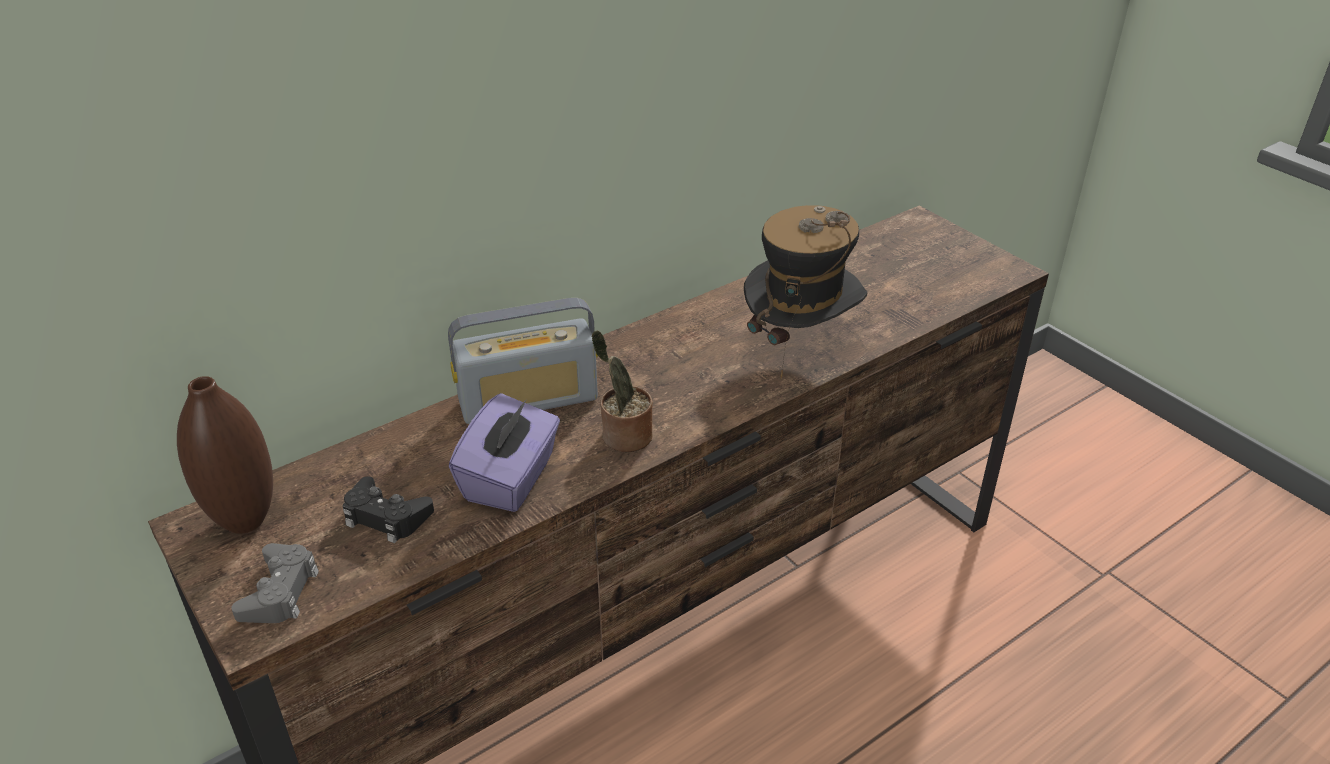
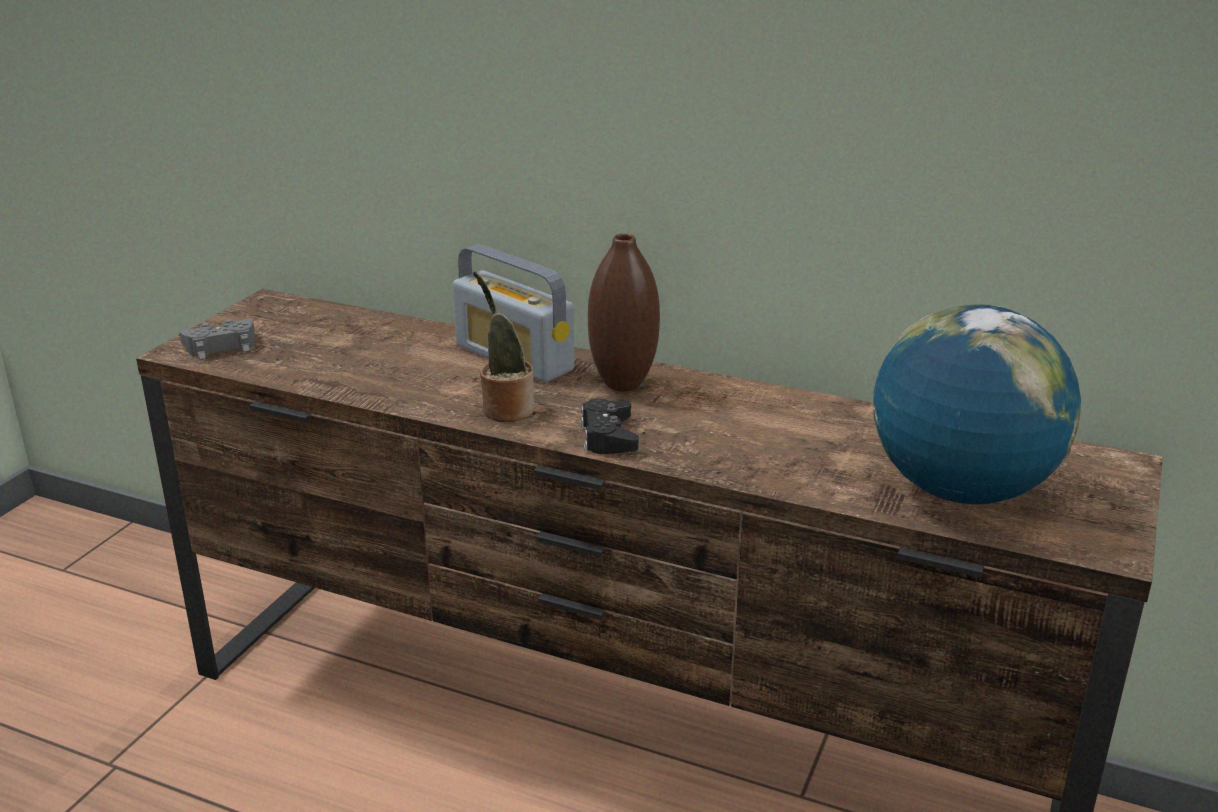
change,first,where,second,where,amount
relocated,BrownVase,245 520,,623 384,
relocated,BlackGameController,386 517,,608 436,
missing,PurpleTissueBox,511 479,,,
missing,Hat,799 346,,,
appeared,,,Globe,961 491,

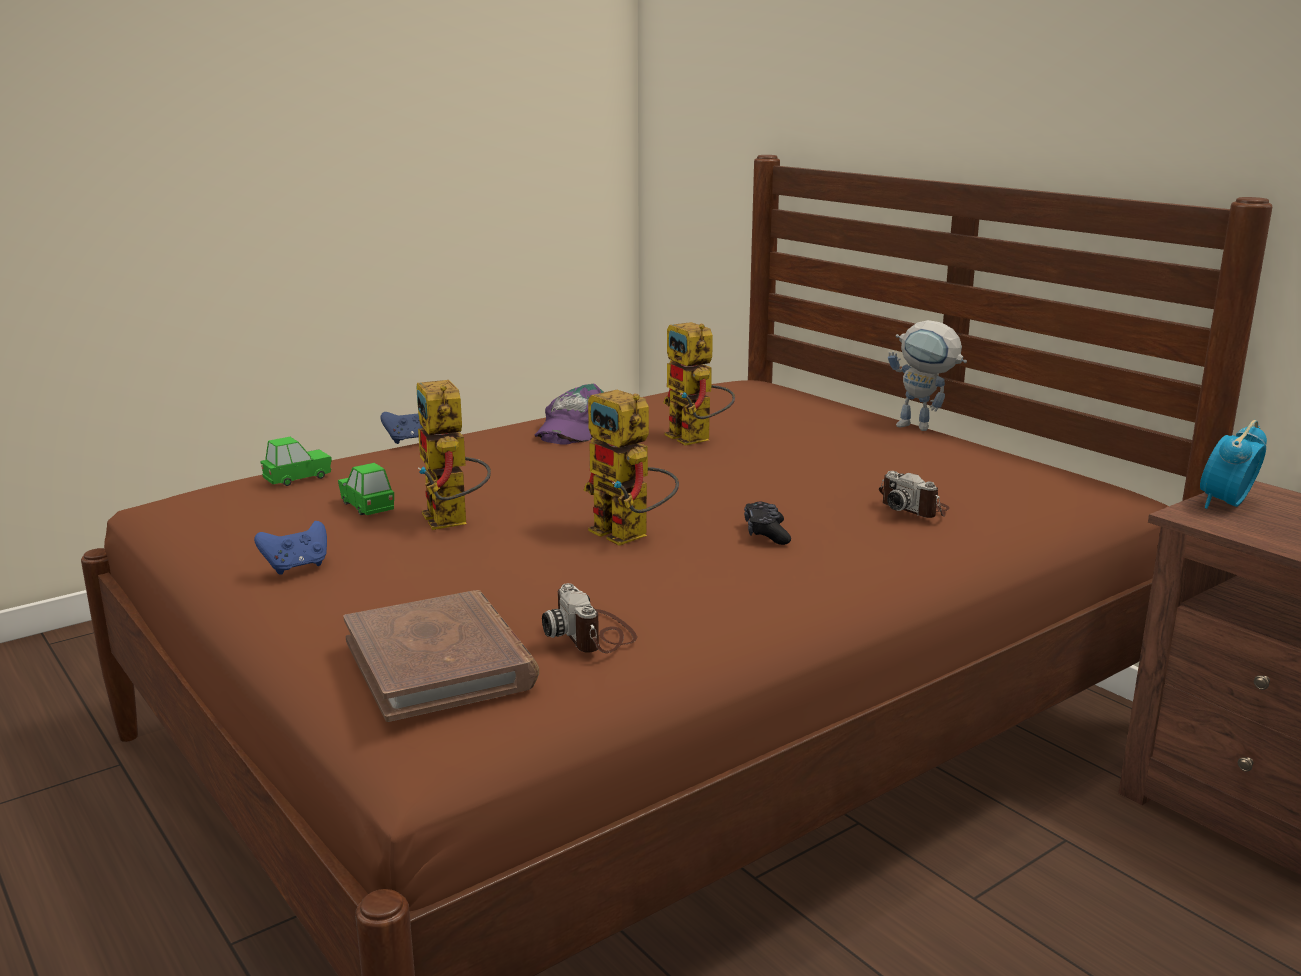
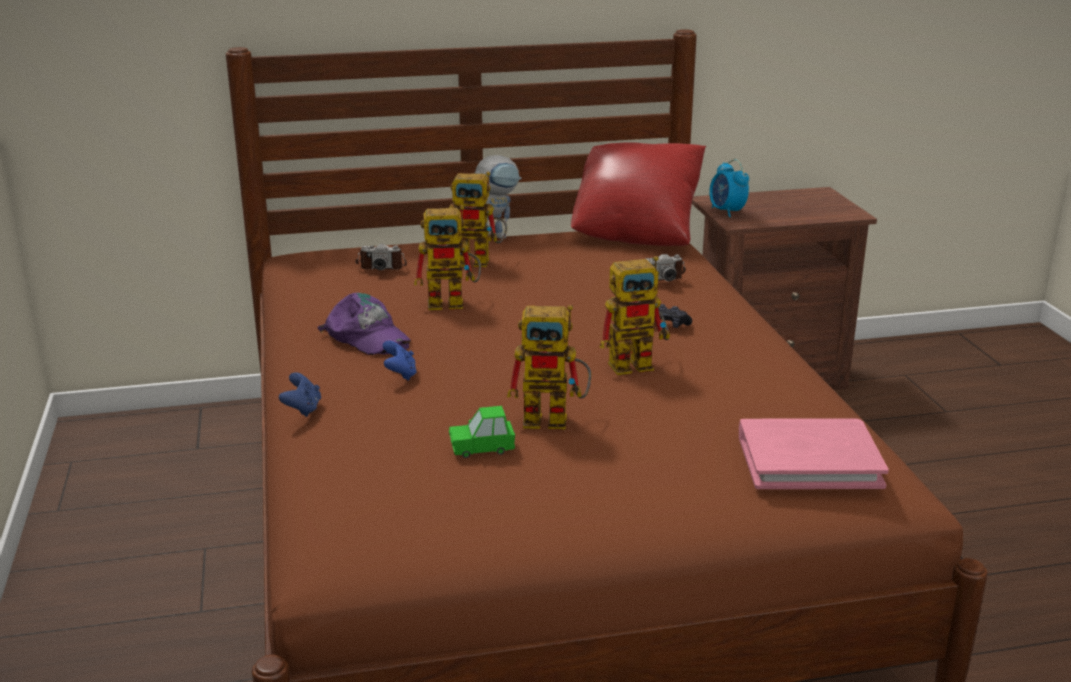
change,first,where,second,where,amount
relocated,BlueGameController,297 567,,400 374,
missing,GreenToyCar,298 478,,,
colour,BrownBook,440 662,PinkBook,808 460,
relocated,PhotoCamera,593 635,,381 266,
appeared,,,ToyRobot,480 261,
appeared,,,RedPillow,636 233,

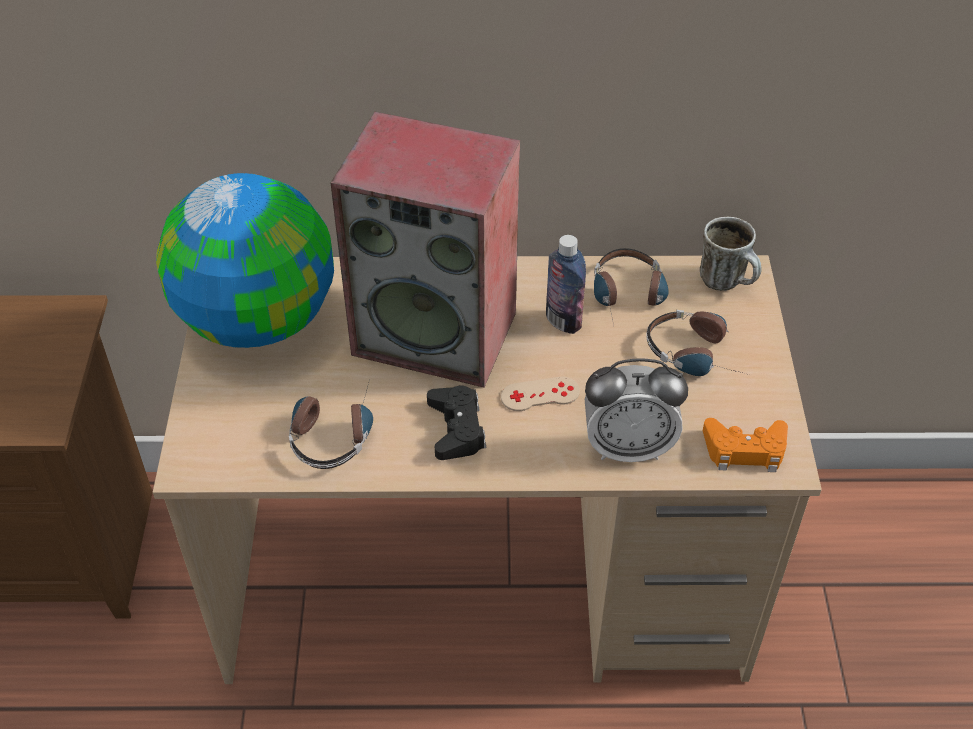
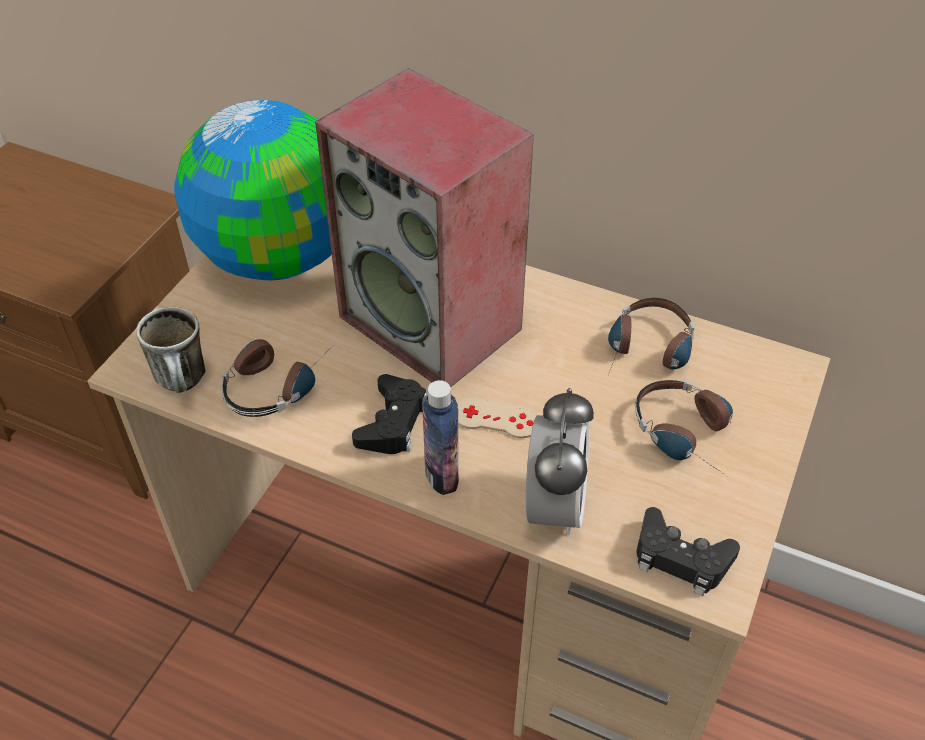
change,first,where,second,where,amount
relocated,Bottle,563 321,,441 475,
spun,AlarmClock,628 447,,554 506,105 degrees counterclockwise
relocated,Mug,728 282,,185 383,
colour,OrangeGameController,745 450,BlackGameController,680 558,

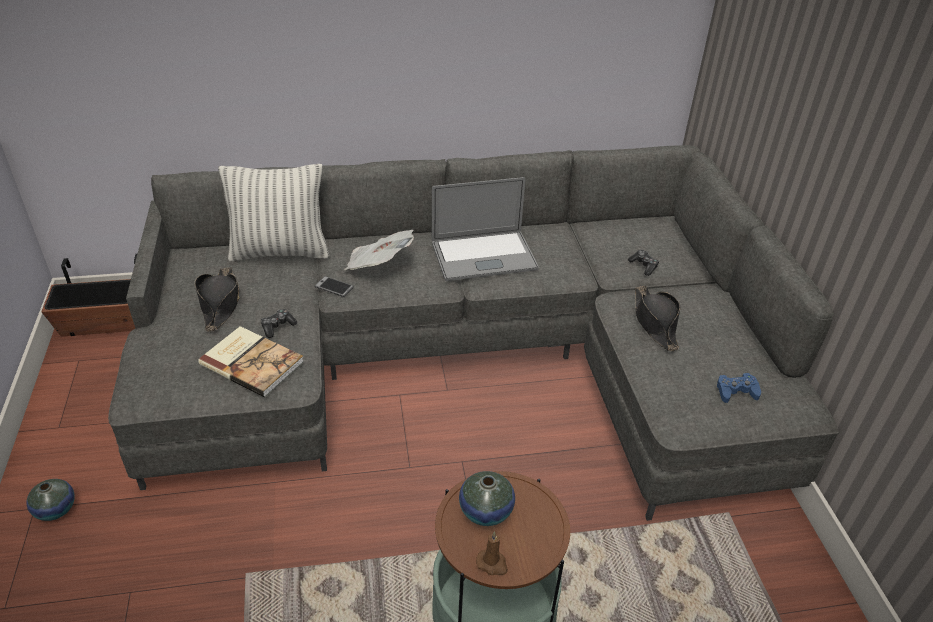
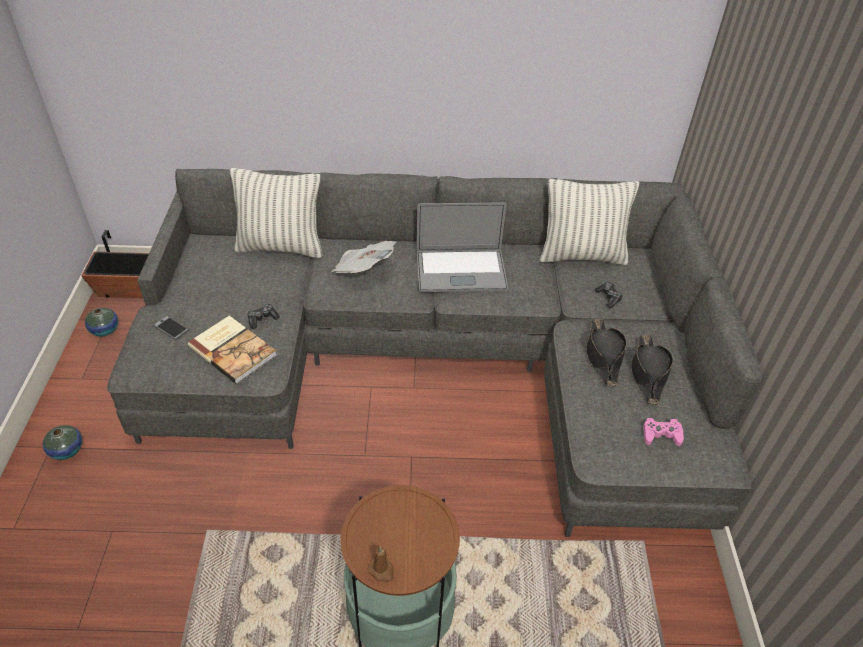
change,first,where,second,where,amount
relocated,BlackHat,220 304,,648 373,
relocated,Phone,334 287,,171 328,
relocated,Vase,486 511,,105 330,
colour,BlueGameController,736 391,PinkGameController,661 435,
appeared,,,Pillow,581 255,

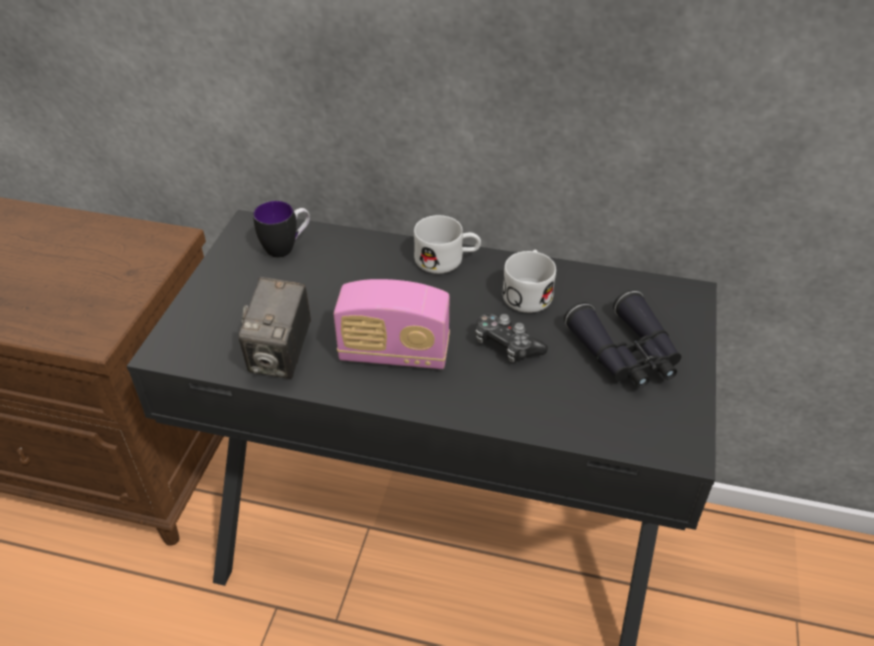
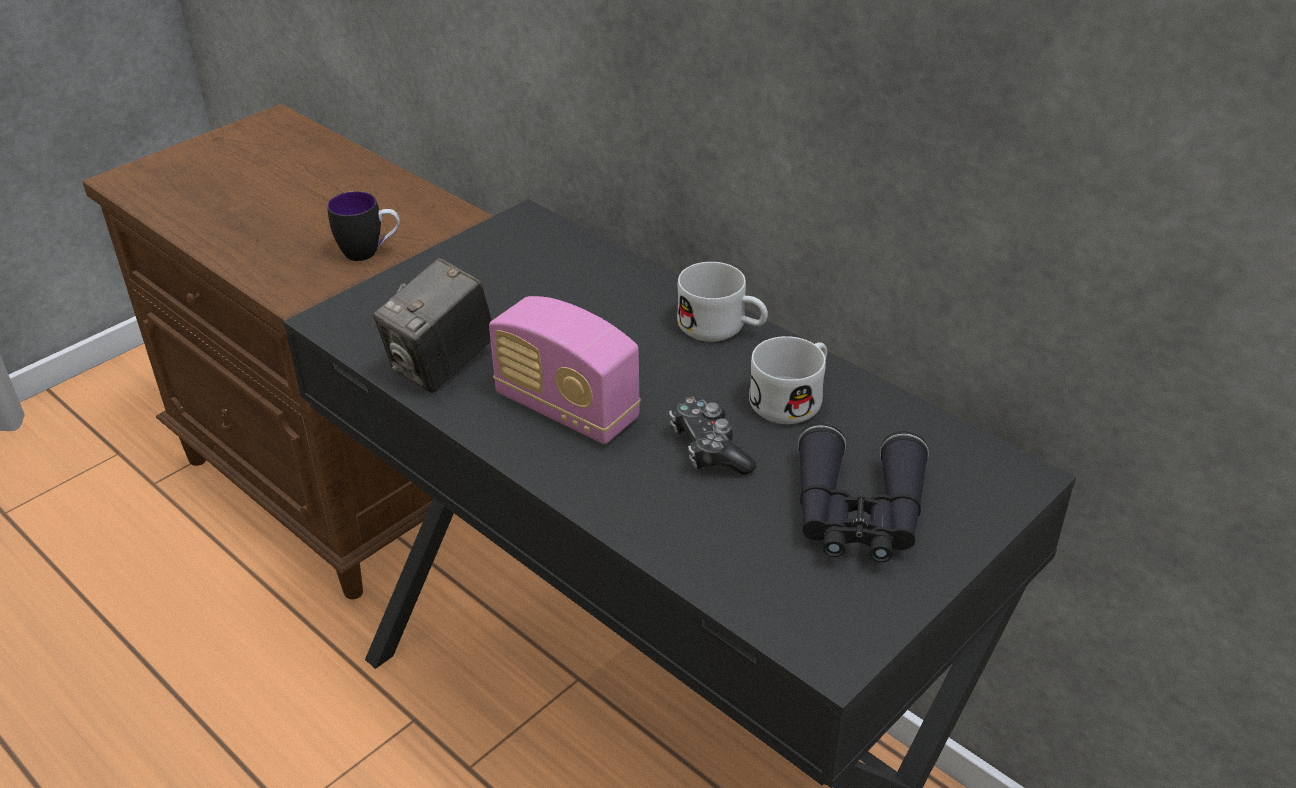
change,first,where,second,where,amount
relocated,Mug,286 247,,370 253,

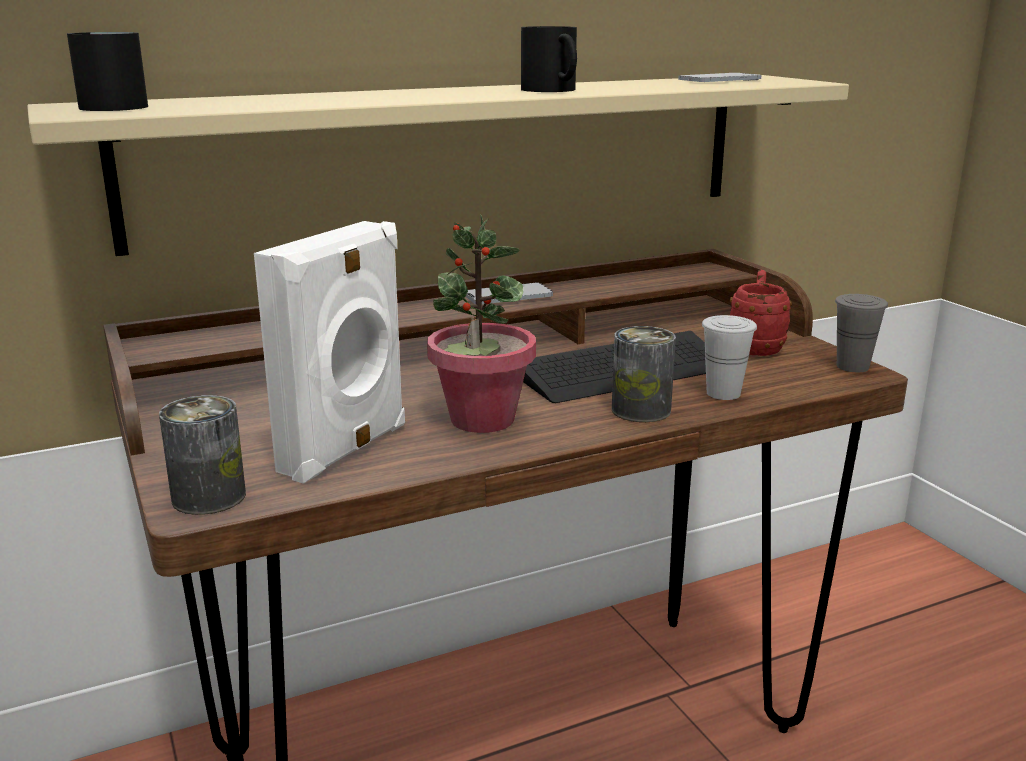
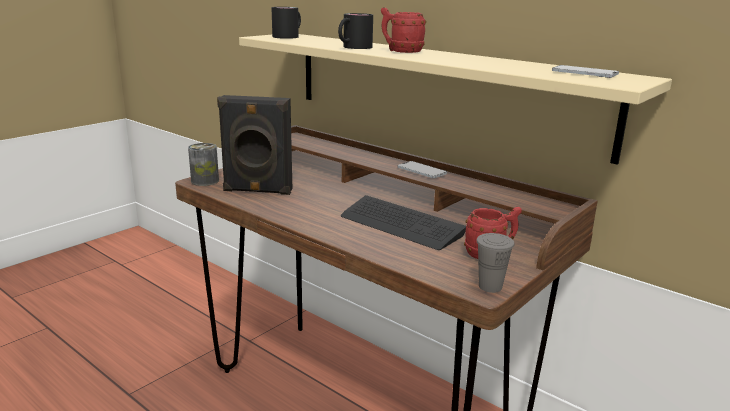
change,first,where,second,where,amount
colour,WhiteSpeaker,347 449,BlackSpeaker,257 191,
missing,PottedPlant,482 420,,,
relocated,BlackMug,554 90,,353 47,
missing,Can,641 410,,,
missing,WhiteCup,723 393,,,
appeared,,,RedMug,401 51,

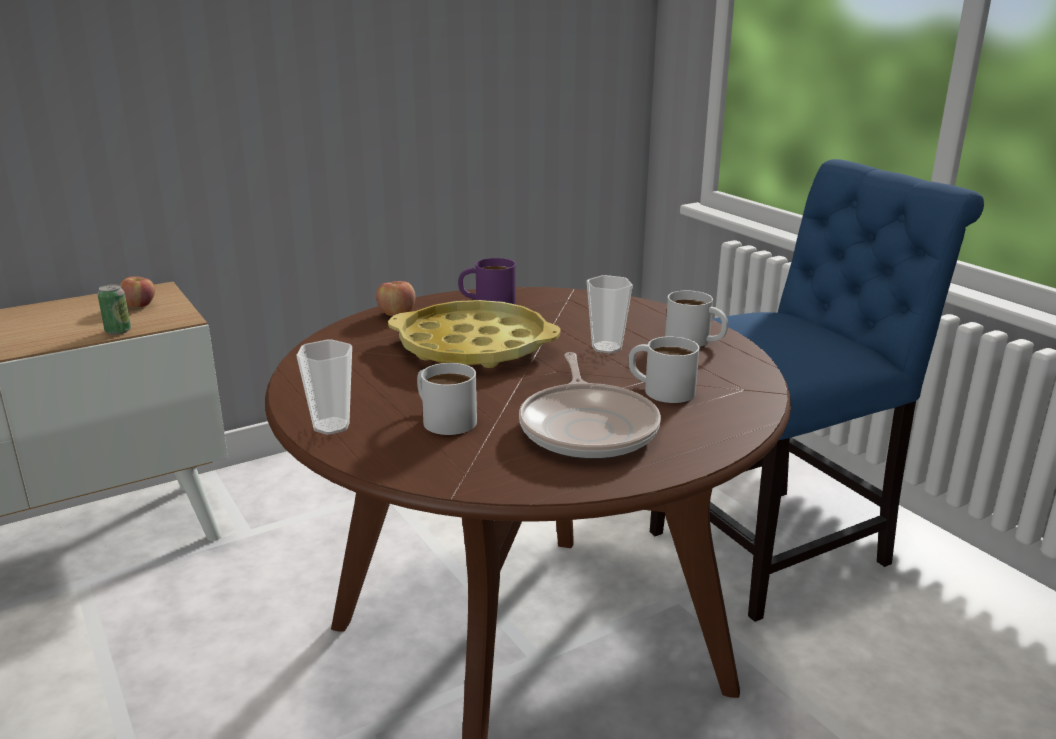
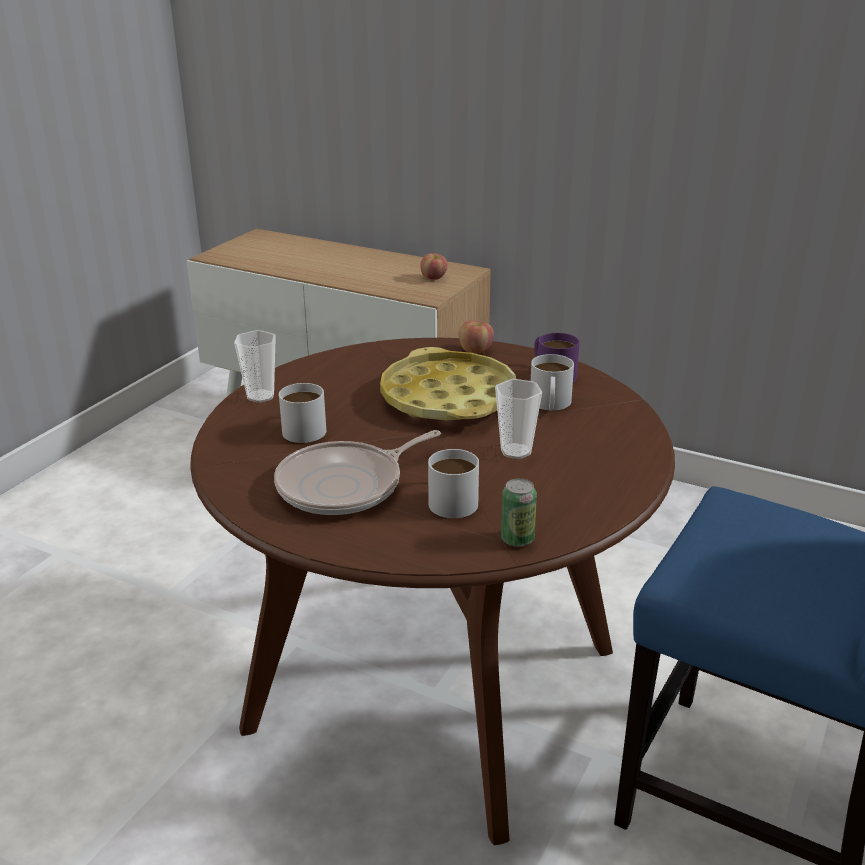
change,first,where,second,where,amount
relocated,Can,118 331,,517 539,
relocated,WhiteMug,695 341,,550 405,

